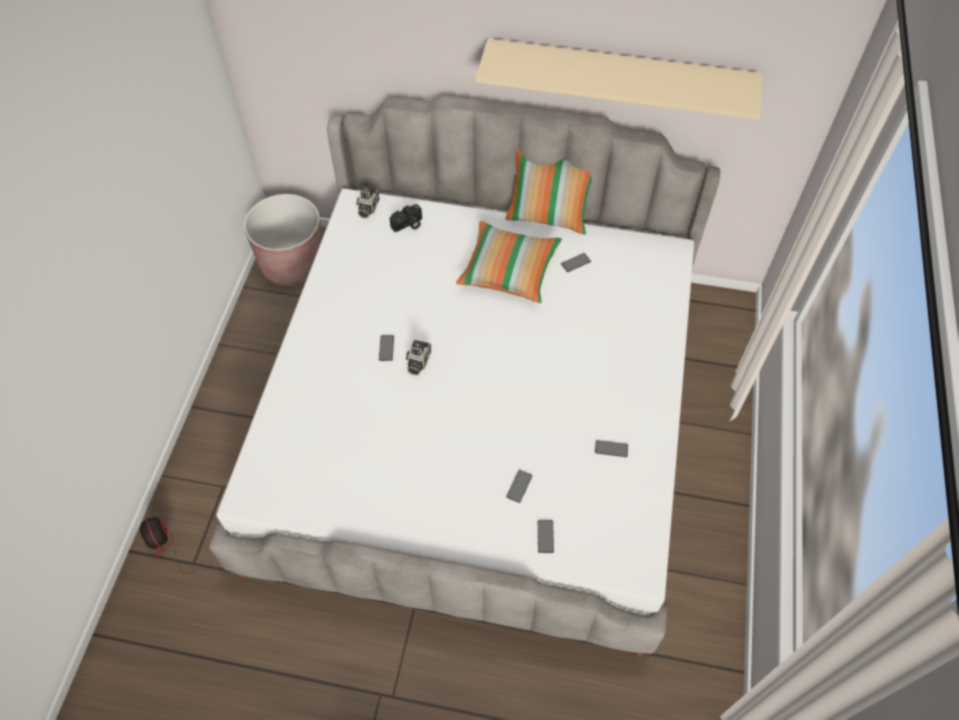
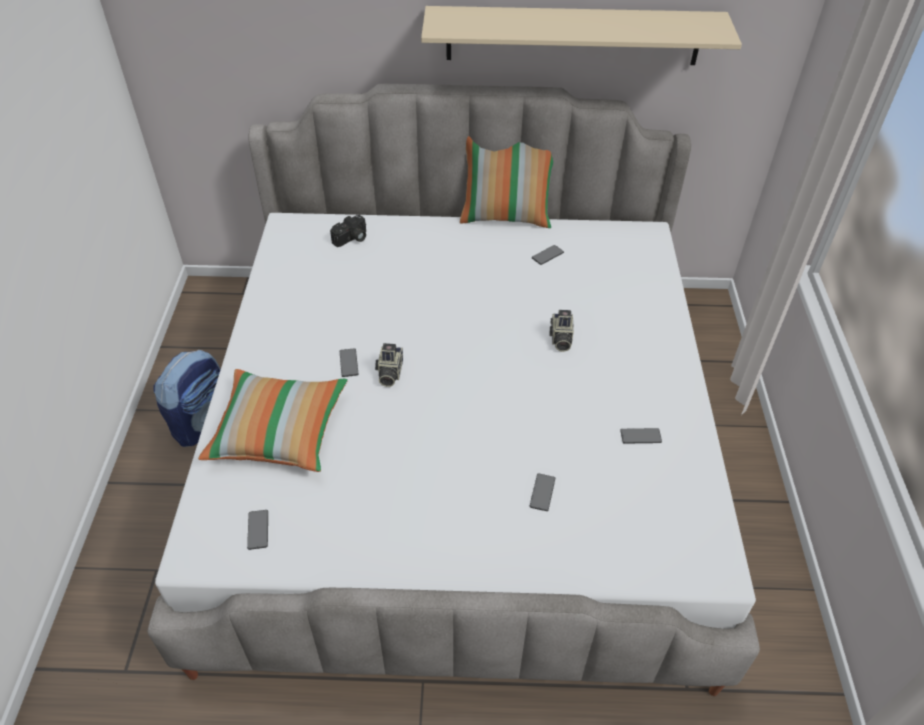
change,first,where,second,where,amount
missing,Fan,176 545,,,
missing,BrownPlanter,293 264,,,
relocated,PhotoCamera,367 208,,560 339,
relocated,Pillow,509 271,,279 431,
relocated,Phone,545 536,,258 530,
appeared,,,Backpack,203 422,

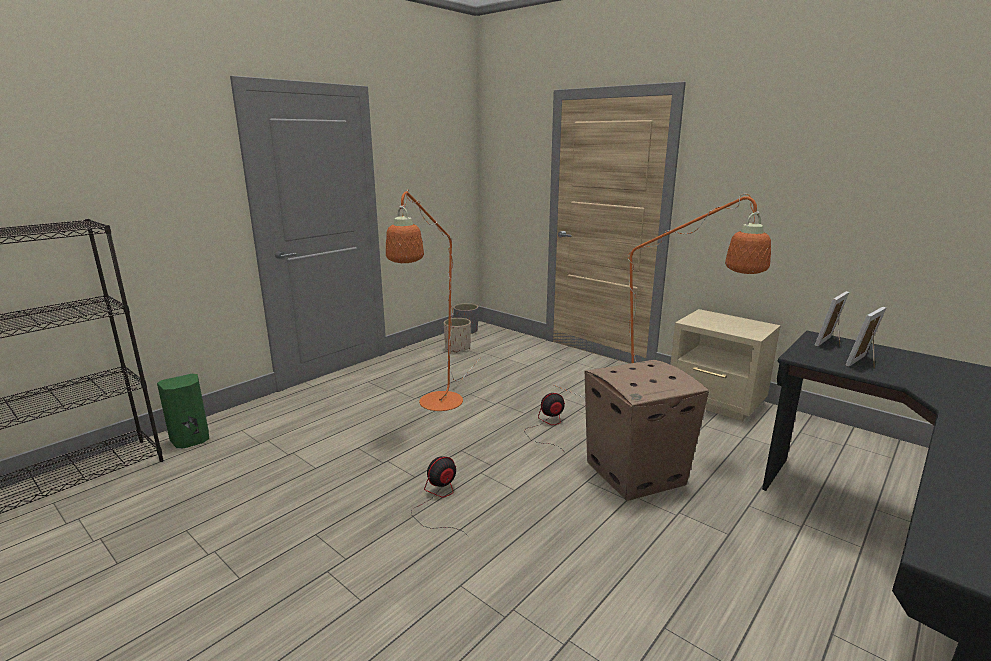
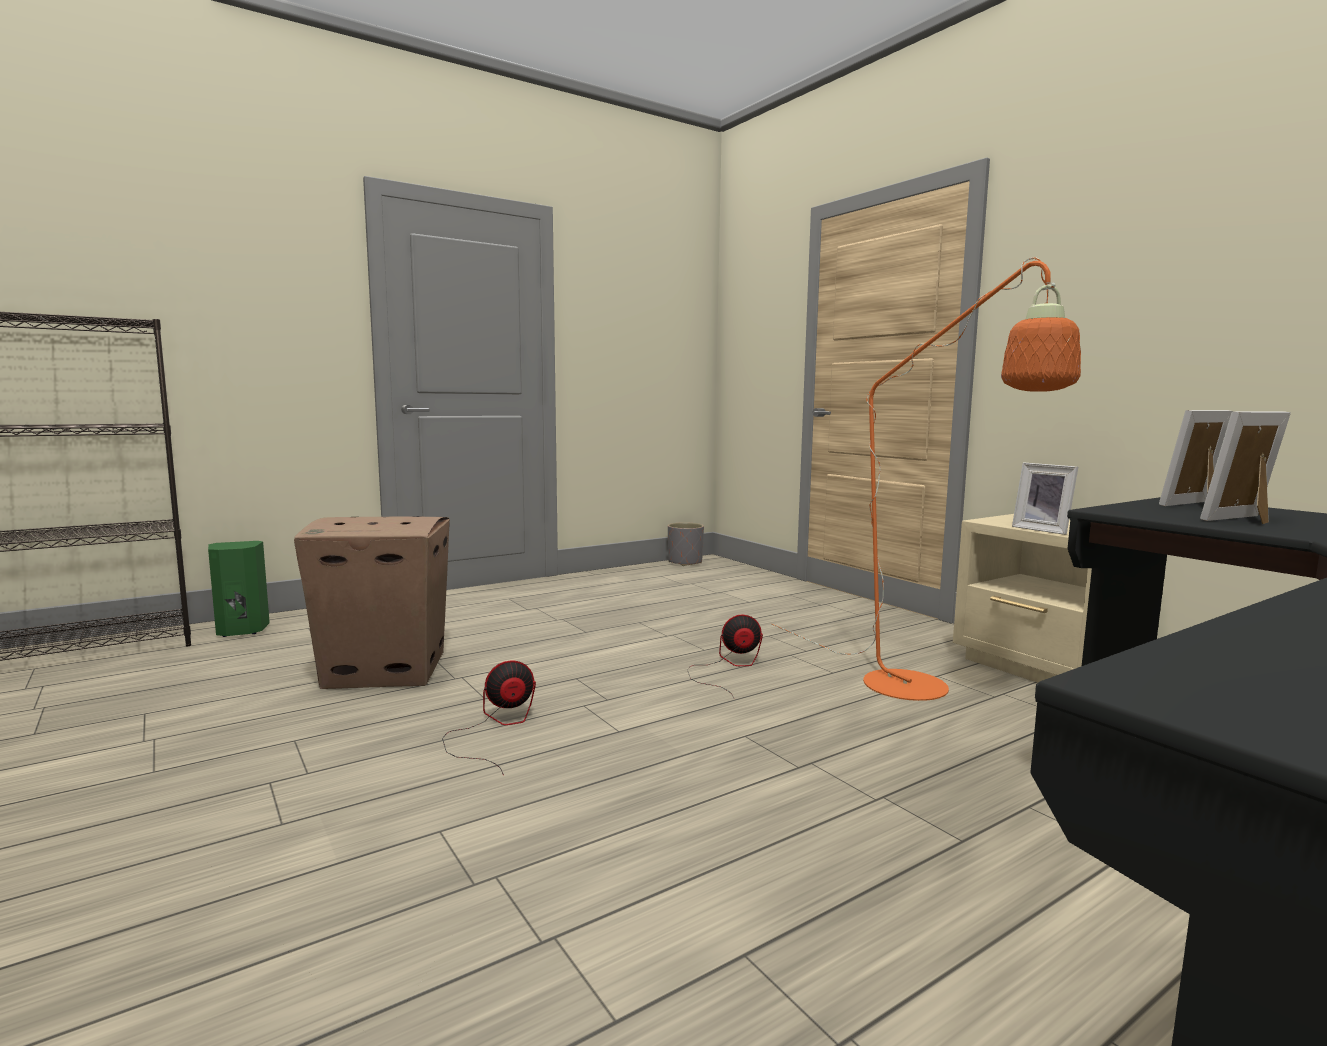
change,first,where,second,where,amount
missing,OrangeFloorLamp,437 406,,,
missing,BeigePlanter,457 348,,,
relocated,CardboardBox,636 473,,387 669,
appeared,,,PictureFrame,1043 530,

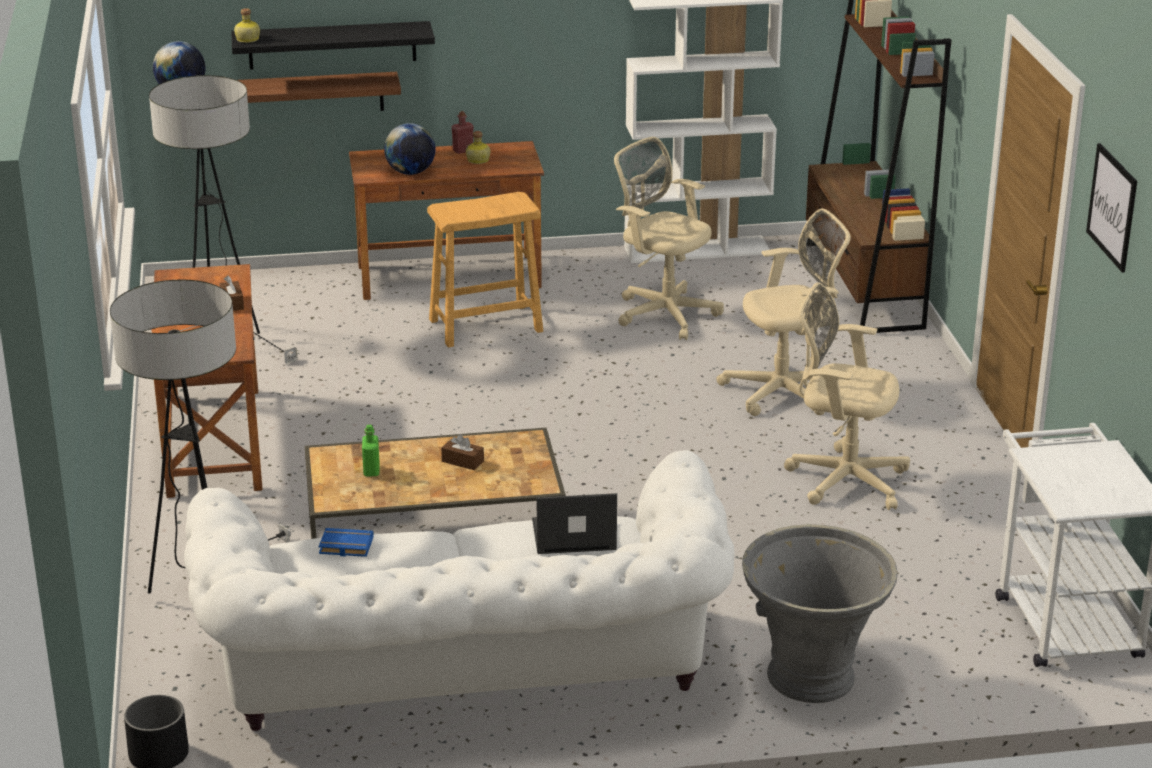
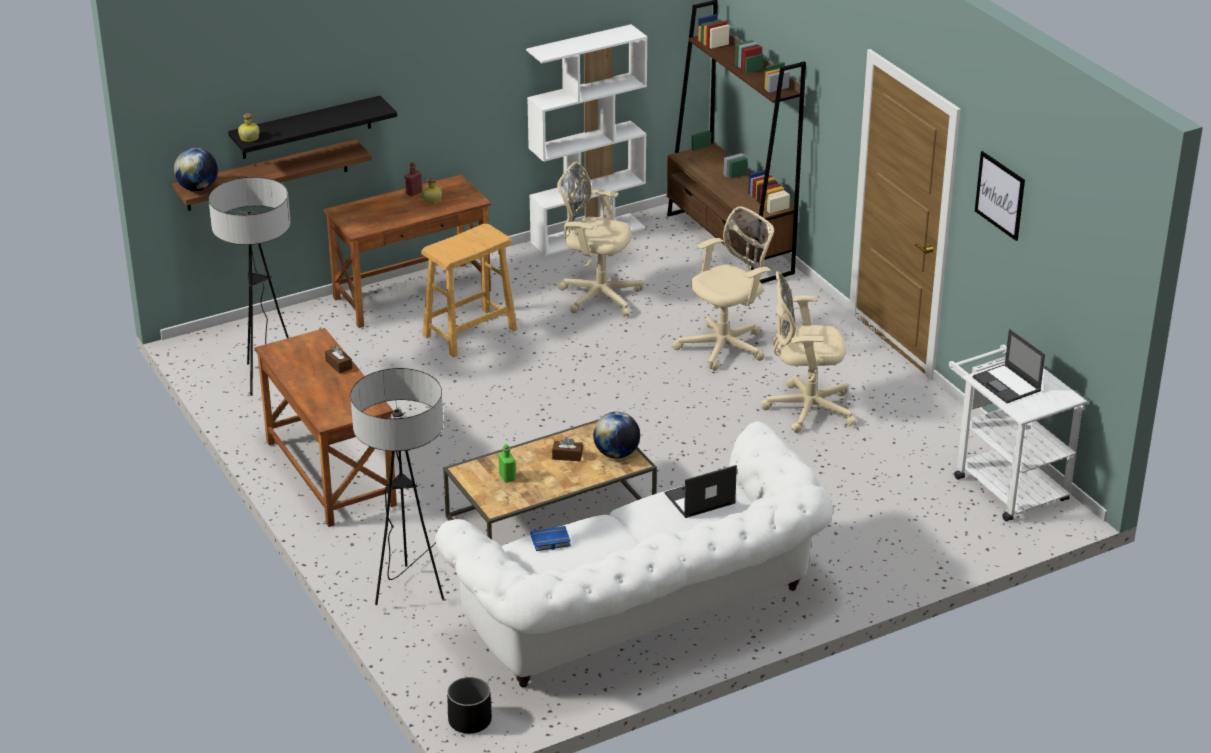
change,first,where,second,where,amount
relocated,Globe,410 172,,616 454,
missing,GreyPlanter,812 679,,,
appeared,,,Laptop,1007 384,

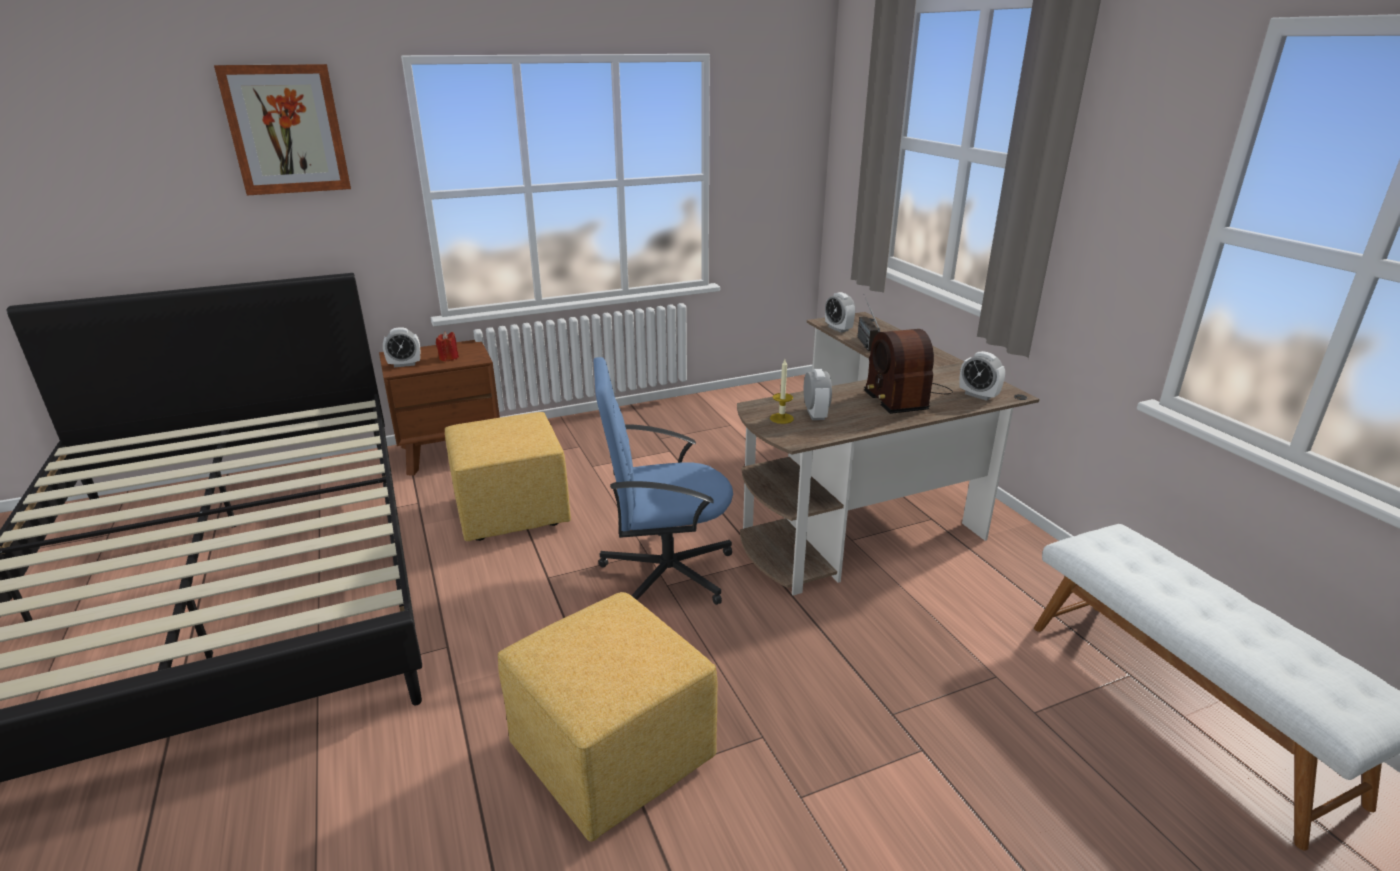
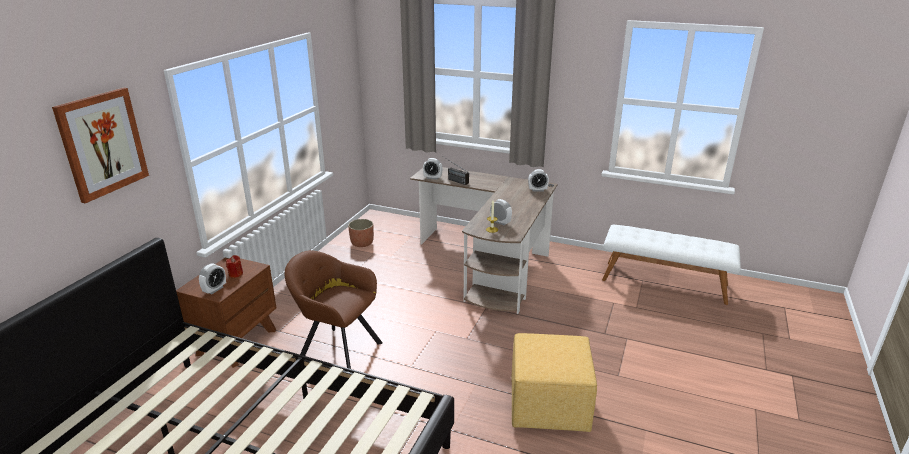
change,first,where,second,where,amount
exchanged,YellowOttoman,512 512,BrownArmchair,337 350,
missing,BlueOfficeChair,665 572,,,
missing,Radio,904 395,,,
appeared,,,Planter,362 243,

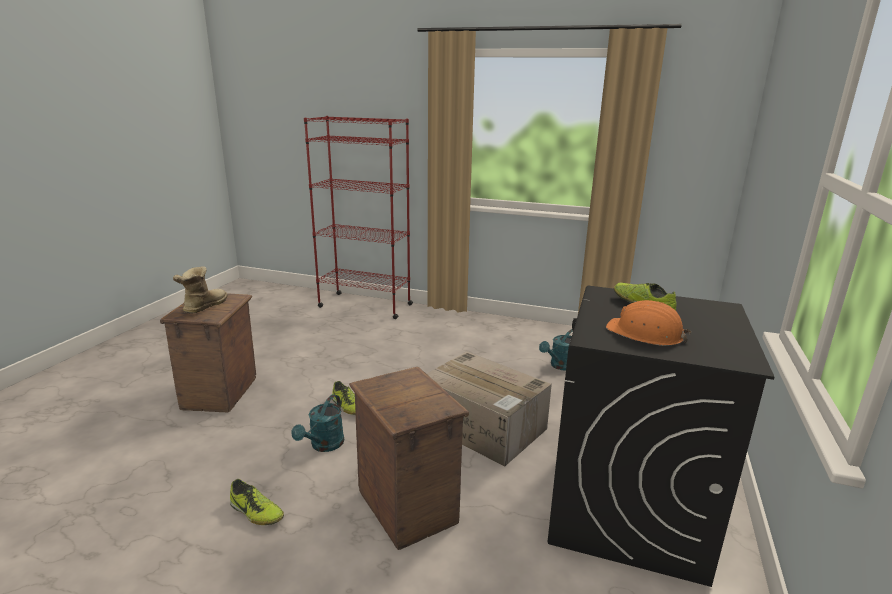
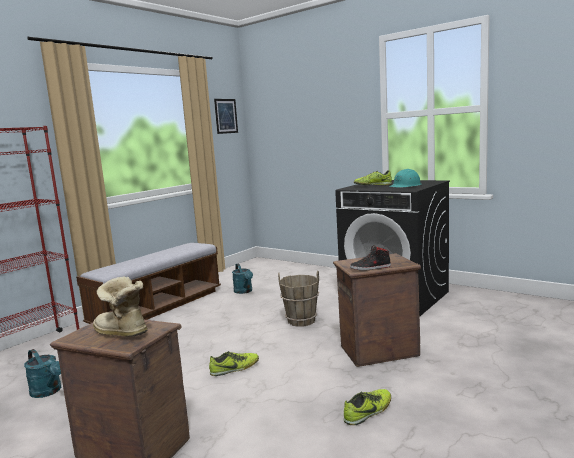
change,first,where,second,where,amount
relocated,TurquoiseWateringCan,324 445,,48 392,
exchanged,CardboardBox,484 426,BrownBucket,301 320,
colour,OrangeHardHat,645 333,TurquoiseHardHat,406 186,
appeared,,,Bench,158 307,
appeared,,,Picture,226 116,
appeared,,,BlackShoe,370 268,

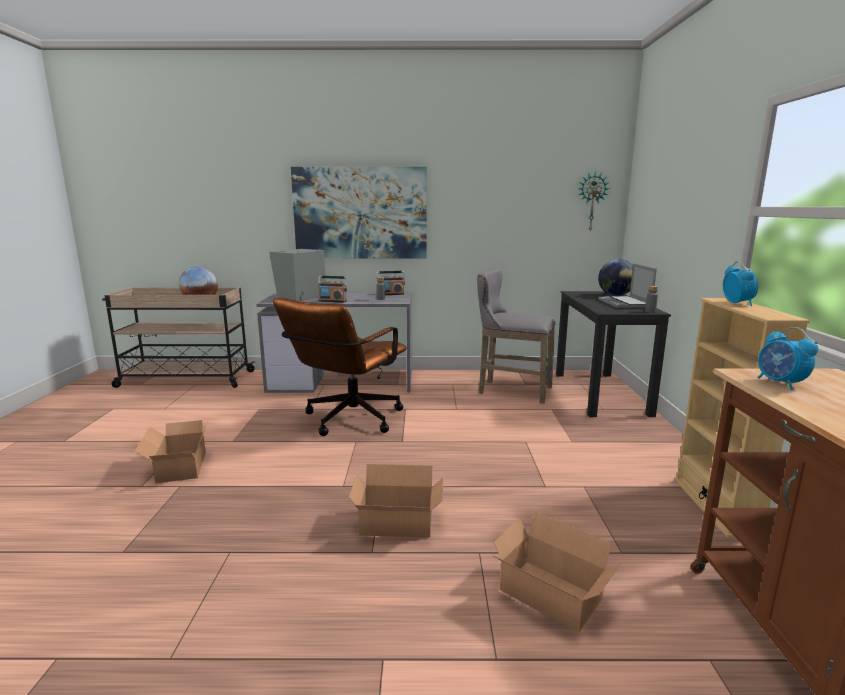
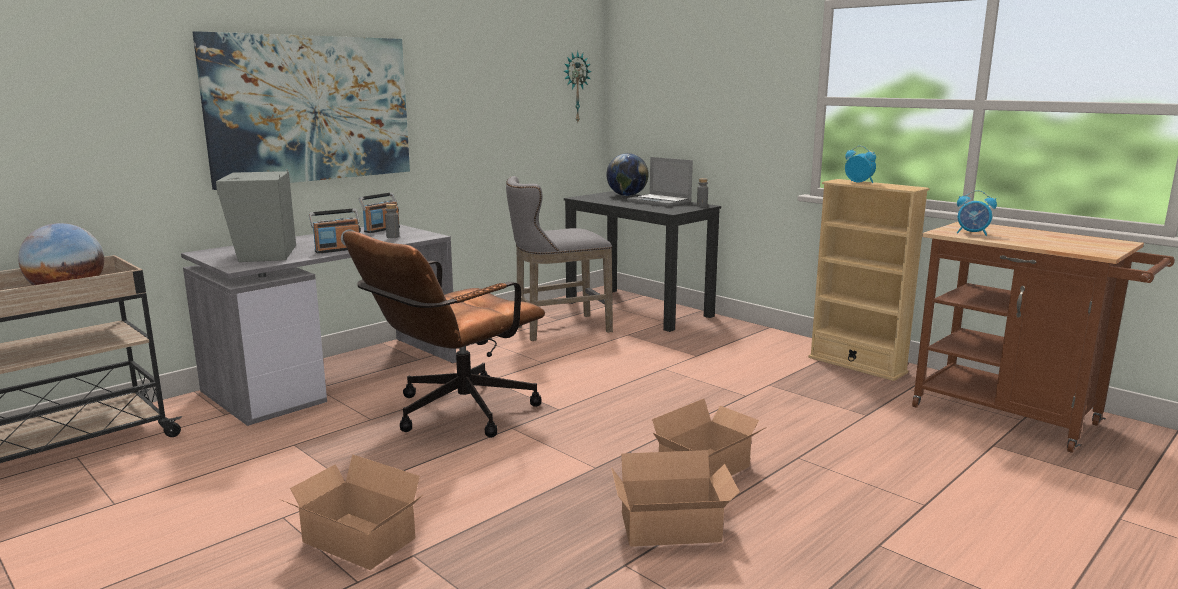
change,first,where,second,where,amount
spun,BrownOfficeChair,347 421,,453 414,60 degrees clockwise
relocated,CardboardBox,550 597,,673 529,

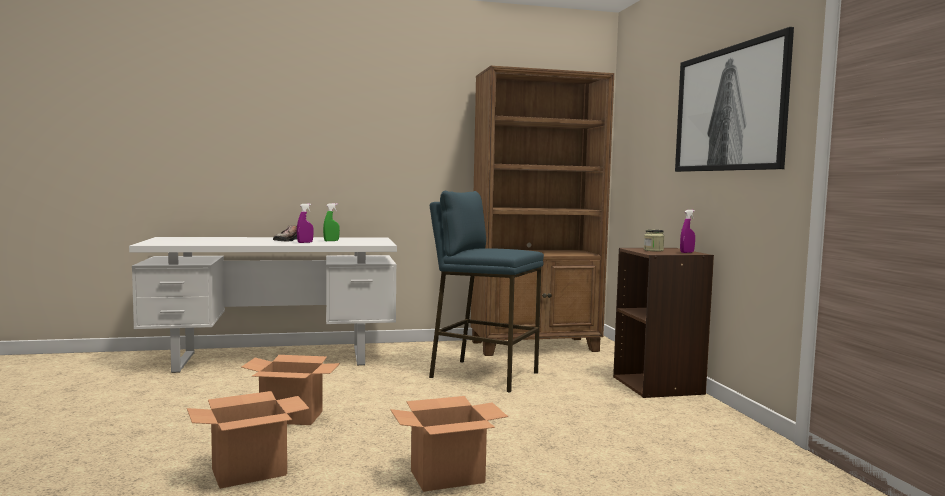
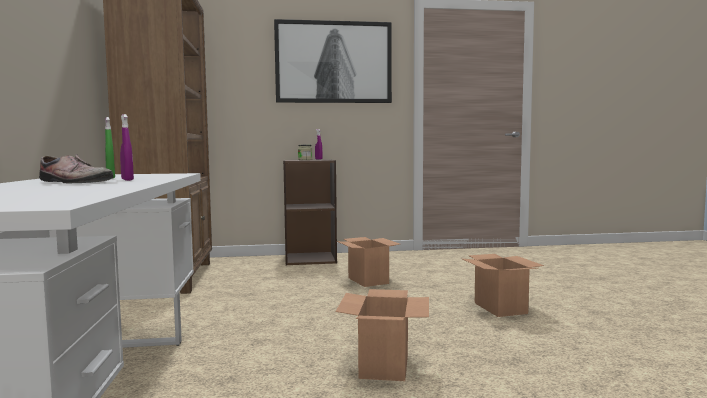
change,first,where,second,where,amount
relocated,CardboardBox,250 472,,367 280,
missing,BlueStool,483 375,,,

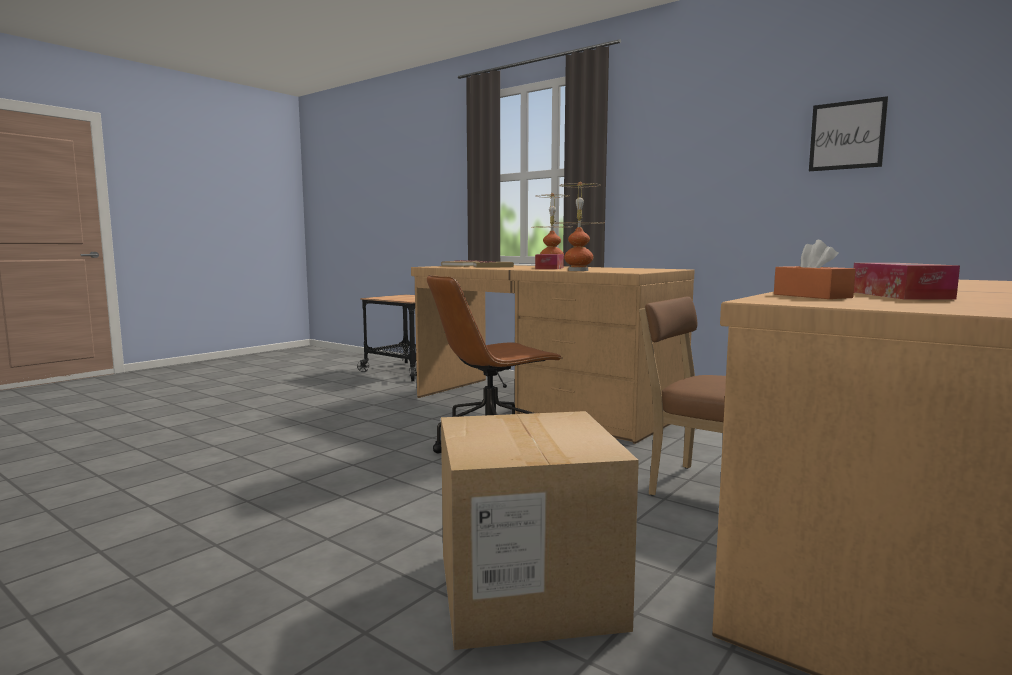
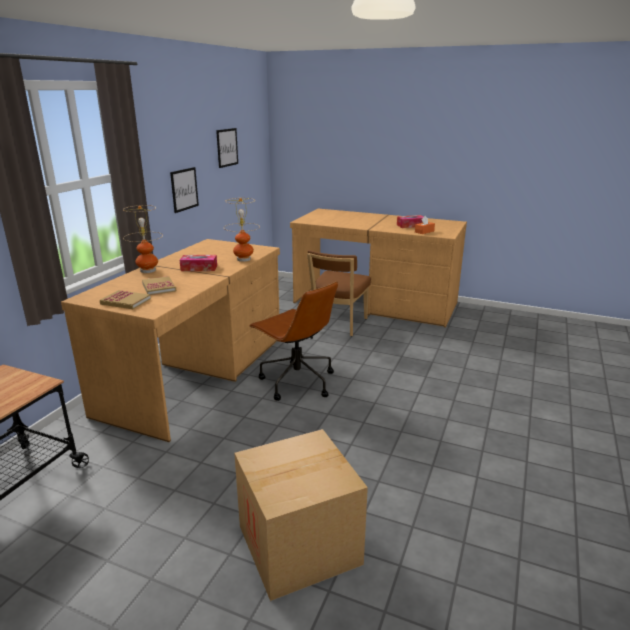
change,first,where,second,where,amount
relocated,CardboardBox,527 590,,299 544,
appeared,,,Picture,184 189,

